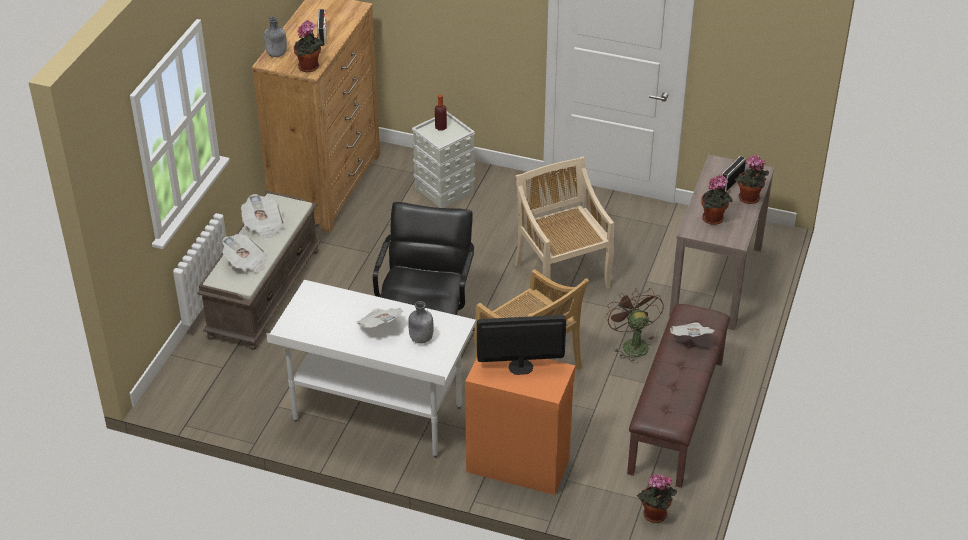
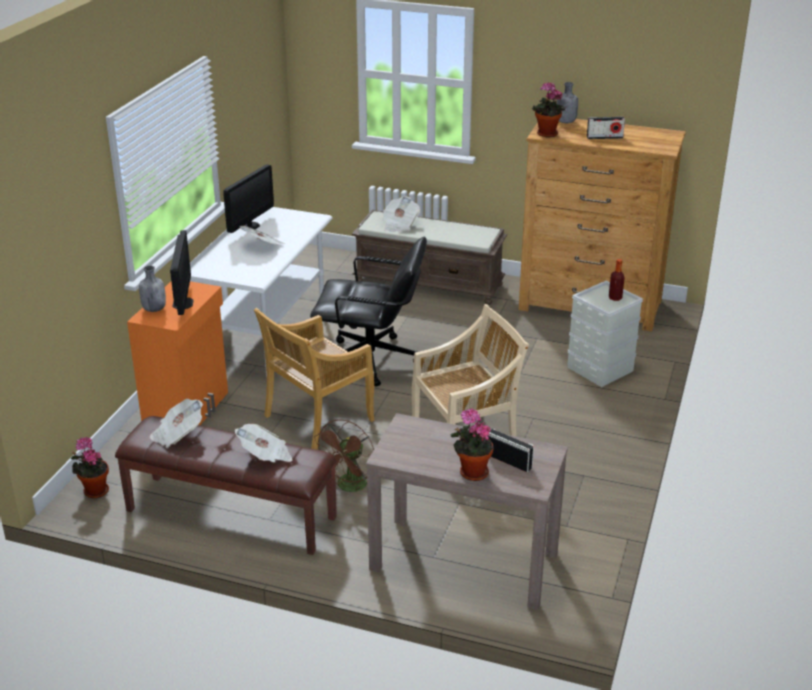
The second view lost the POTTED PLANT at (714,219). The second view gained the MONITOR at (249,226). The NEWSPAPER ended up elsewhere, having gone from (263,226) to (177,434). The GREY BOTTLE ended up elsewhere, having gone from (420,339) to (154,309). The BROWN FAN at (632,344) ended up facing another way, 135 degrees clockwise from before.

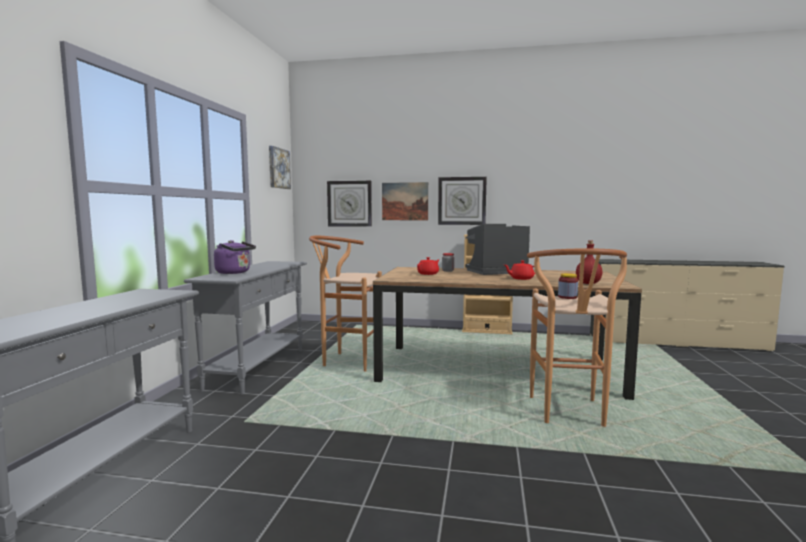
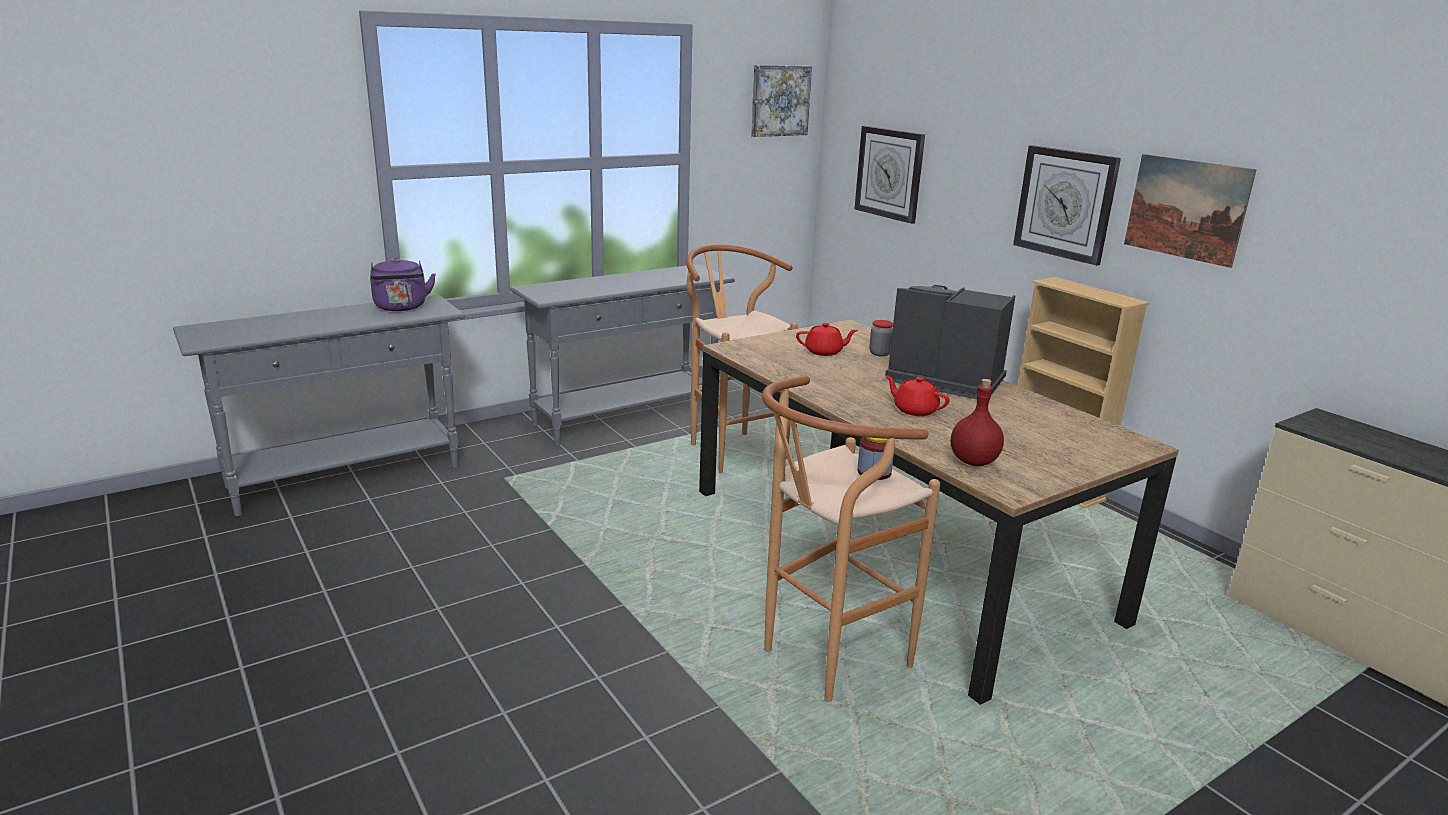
The PURPLE KETTLE ended up elsewhere, having gone from (235,272) to (401,308). The PICTURE ended up elsewhere, having gone from (405,201) to (1186,209).

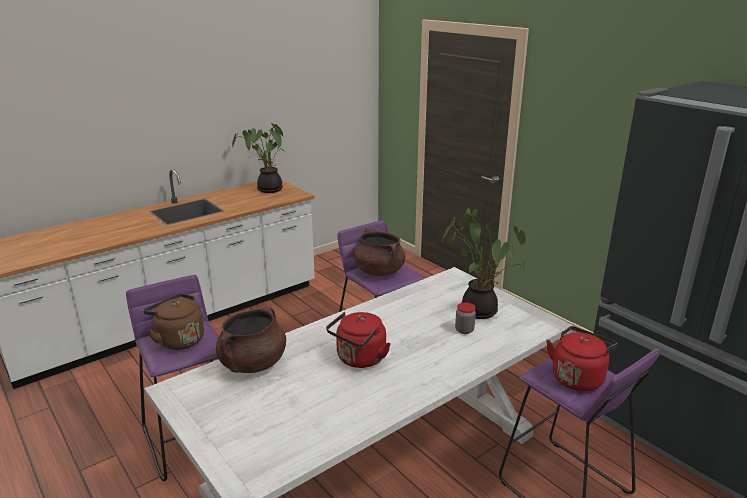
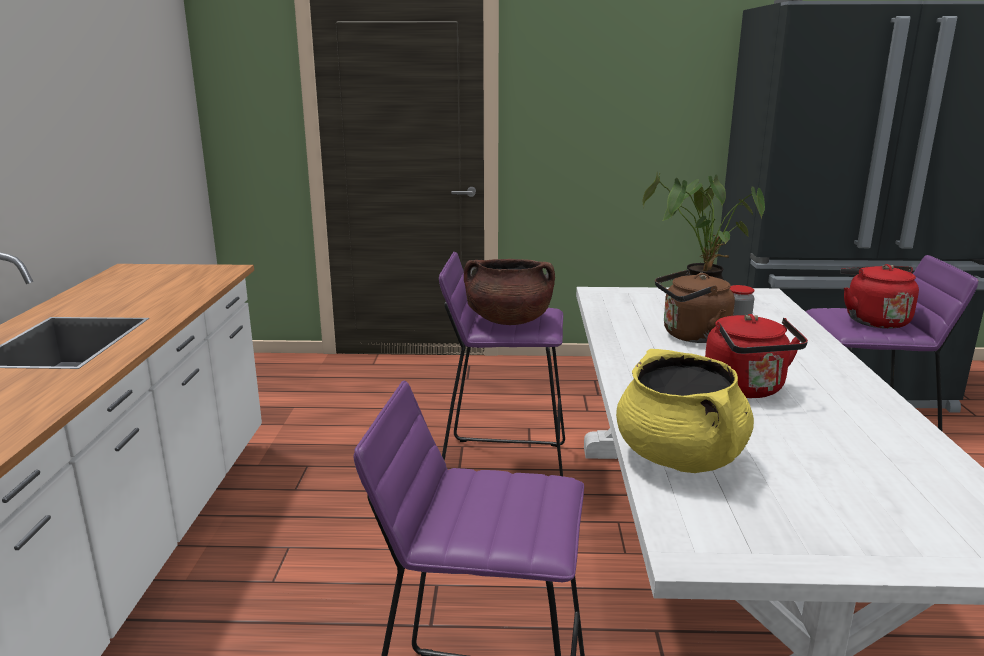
The second view lost the POTTED PLANT at (267,189). The BROWN KETTLE ended up elsewhere, having gone from (178,340) to (691,336). What was the BROWN COOKING POT at (253,364) turned into the YELLOW COOKING POT at (680,458).

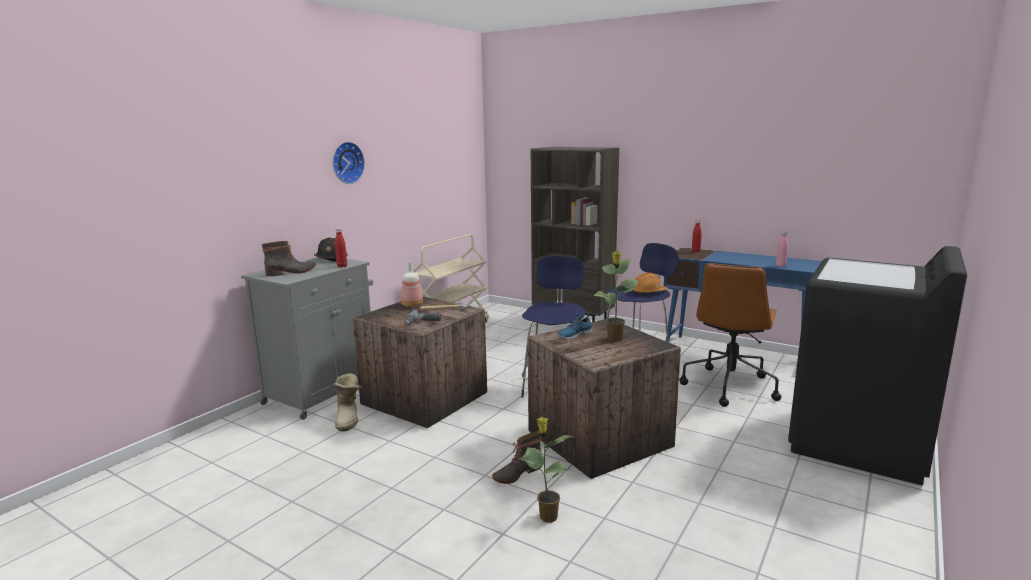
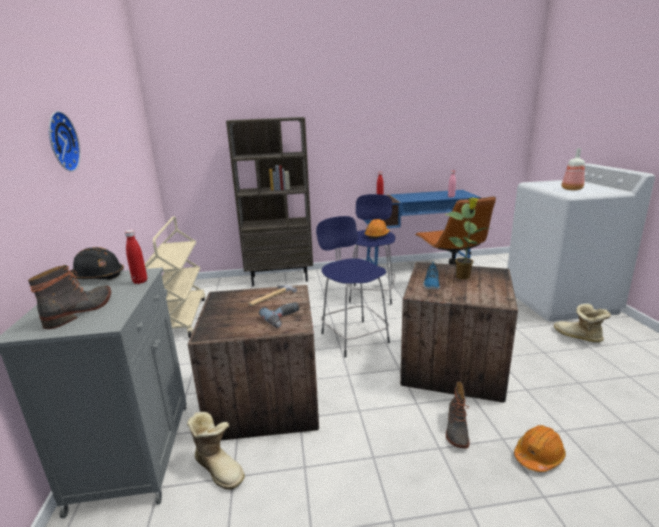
The second view gained the BOOT at (578,337). The BOTTLE ended up elsewhere, having gone from (411,305) to (571,189). Where the POTTED PLANT stood at (547,517), the ORANGE HARD HAT came to stand at (538,456). What was the BLACK WASHING MACHINE at (859,443) turned into the WHITE WASHING MACHINE at (560,301).

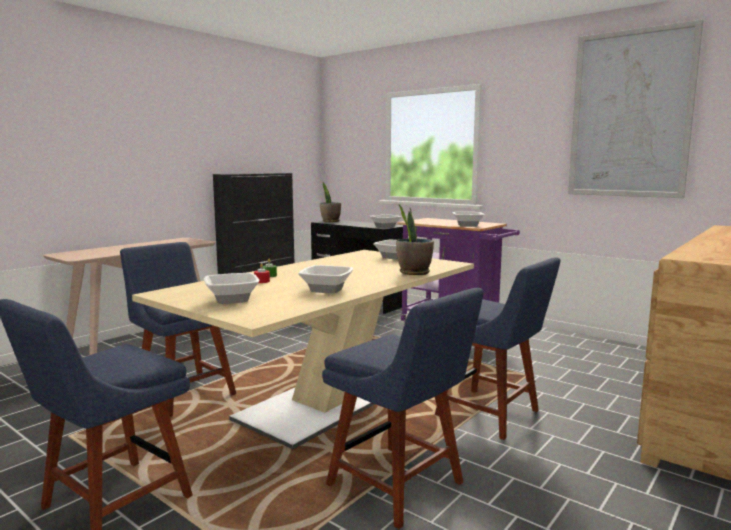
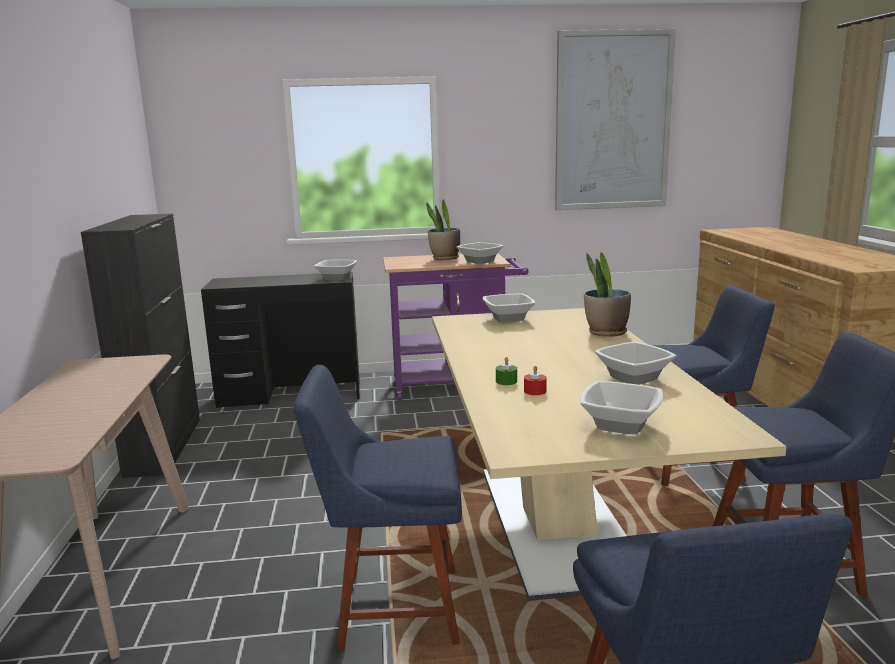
The POTTED PLANT ended up elsewhere, having gone from (330,221) to (444,258).

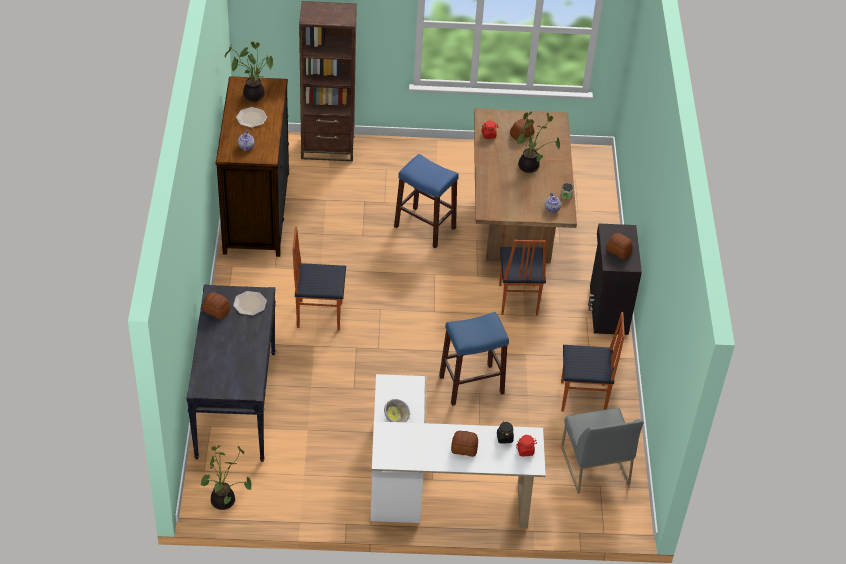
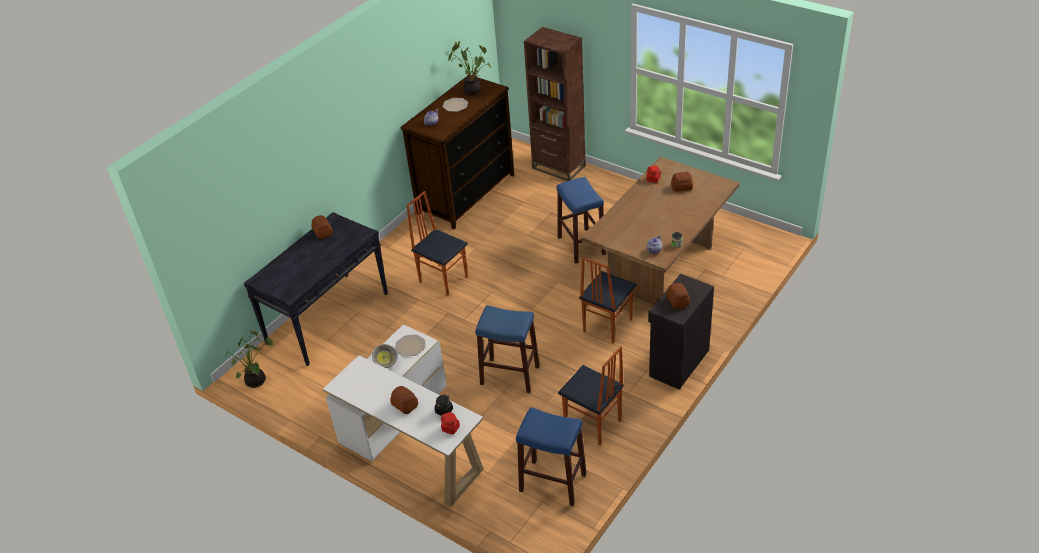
The second view lost the POTTED PLANT at (530,167). The PLATE ended up elsewhere, having gone from (249,304) to (410,346). Where the GREY CHAIR stood at (594,465), the BLUE STOOL came to stand at (552,482).

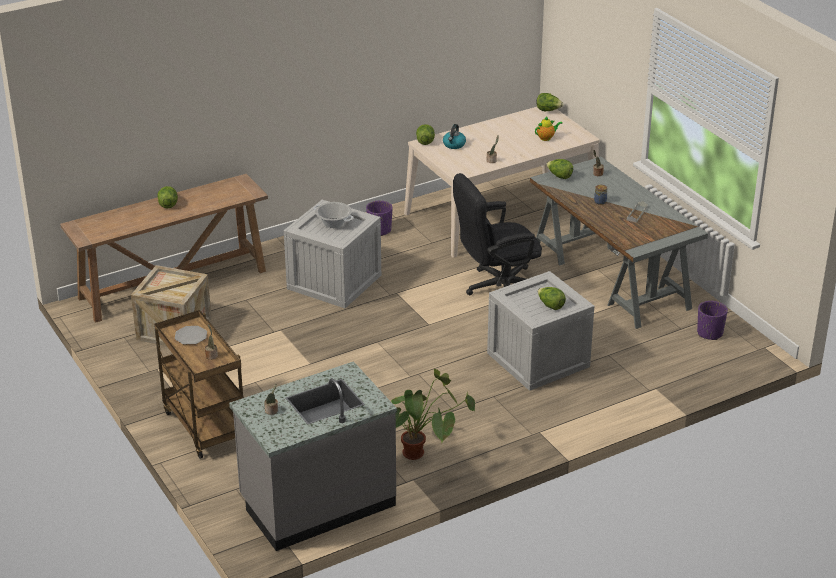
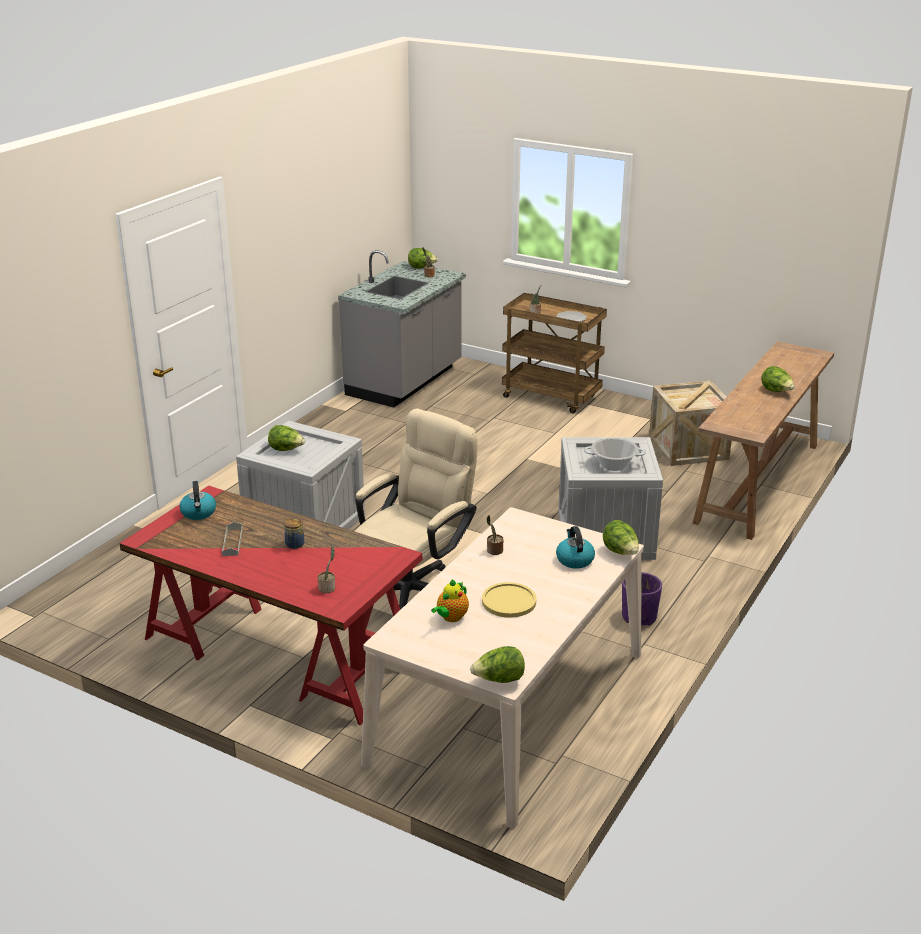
The second view lost the POTTED PLANT at (423,451). The second view lost the PURPLE PLANTER at (710,333). The second view gained the KETTLE at (199,513). The second view gained the YELLOW PLATE at (509,601). The LETTUCE ended up elsewhere, having gone from (559,176) to (421,268). What was the BLACK OFFICE CHAIR at (497,288) turned into the BEIGE OFFICE CHAIR at (415,588). What was the GREY DESK at (611,275) turned into the RED DESK at (278,653).

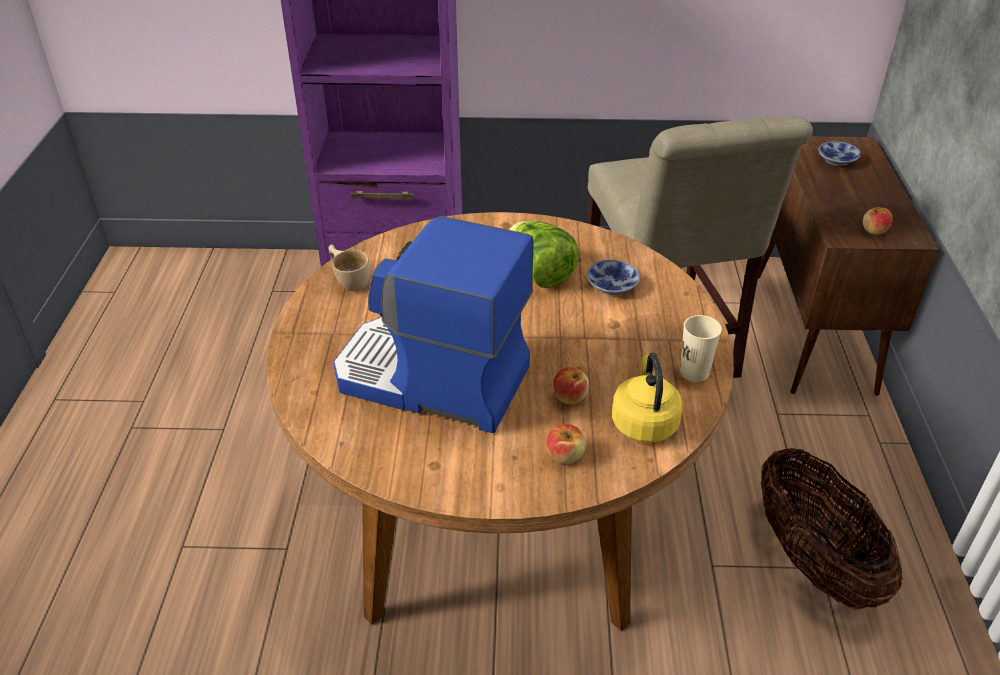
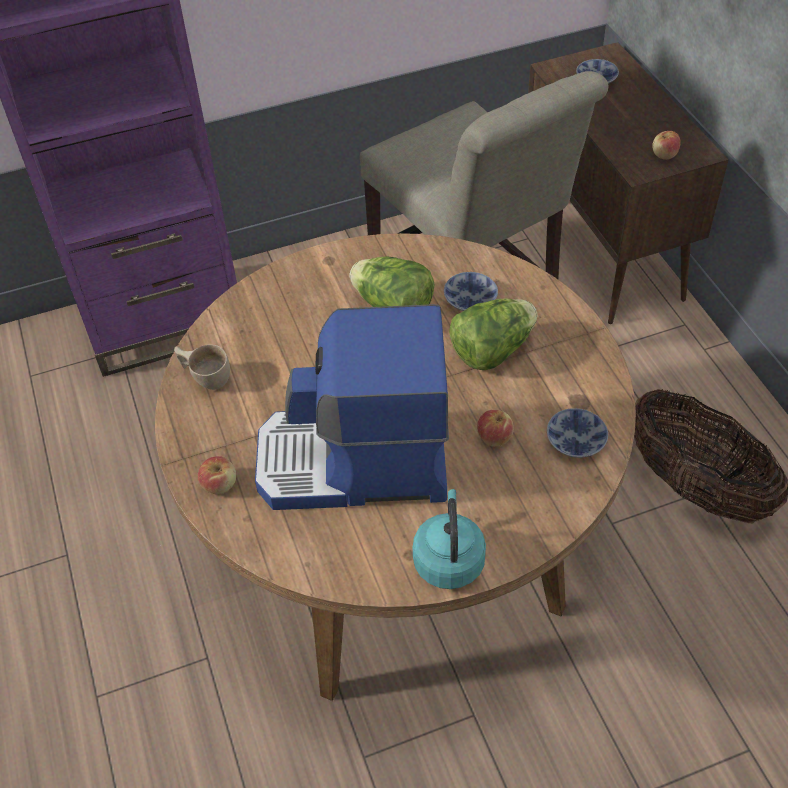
The second view lost the BEIGE CUP at (694,372). The second view gained the TURQUOISE KETTLE at (449,559). The second view gained the LETTUCE at (492,351). The APPLE ended up elsewhere, having gone from (565,455) to (220,484). Where the YELLOW KETTLE stood at (644,422), the BOWL came to stand at (573,440).

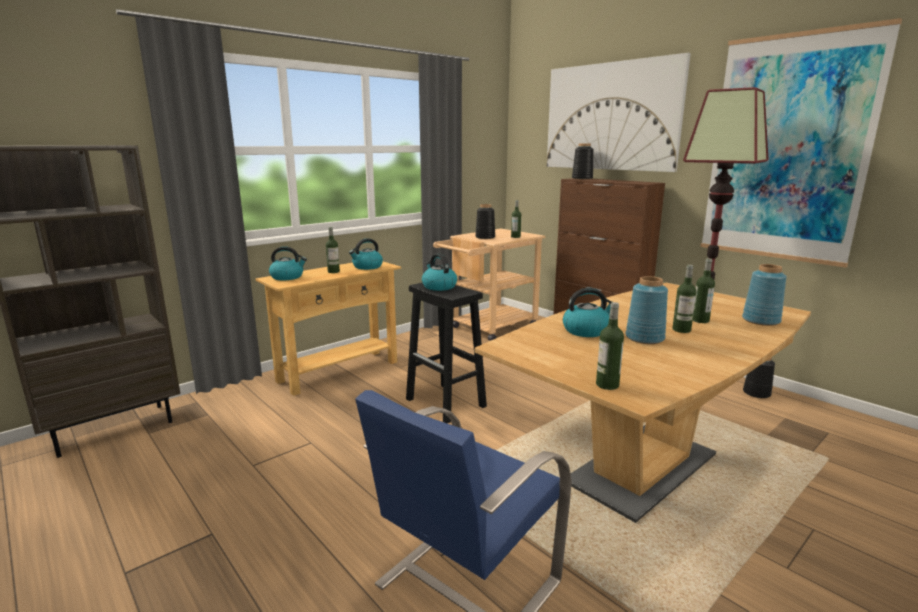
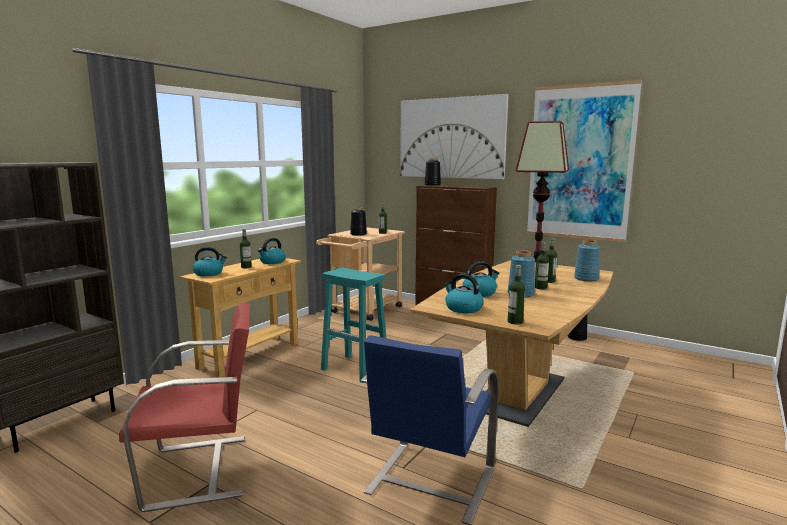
The second view gained the RED CHAIR at (201,471). The KETTLE ended up elsewhere, having gone from (438,286) to (463,308). What was the BLACK STOOL at (446,403) turned into the TURQUOISE STOOL at (356,368).

